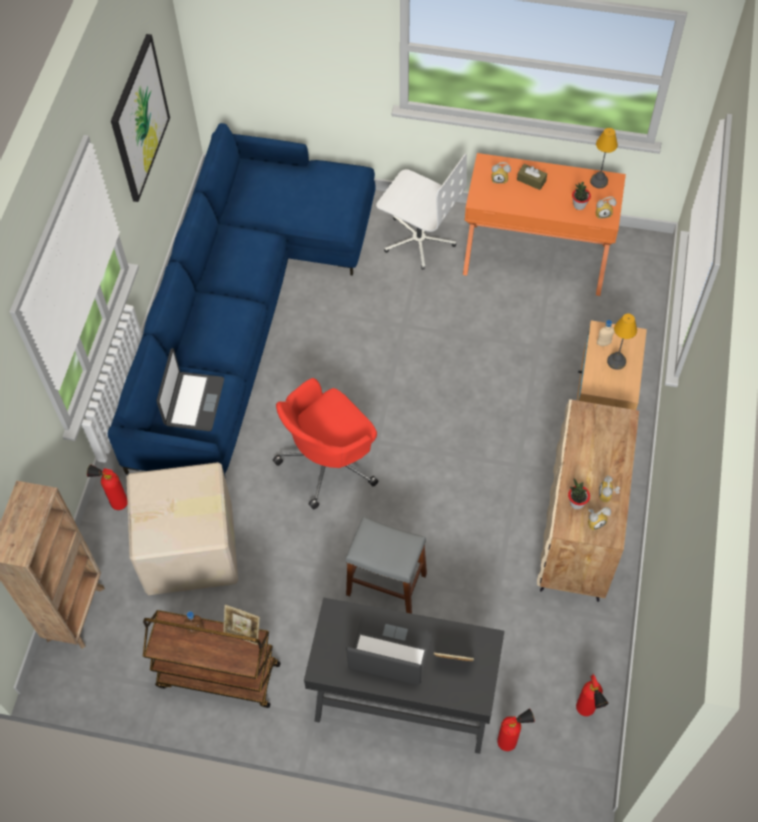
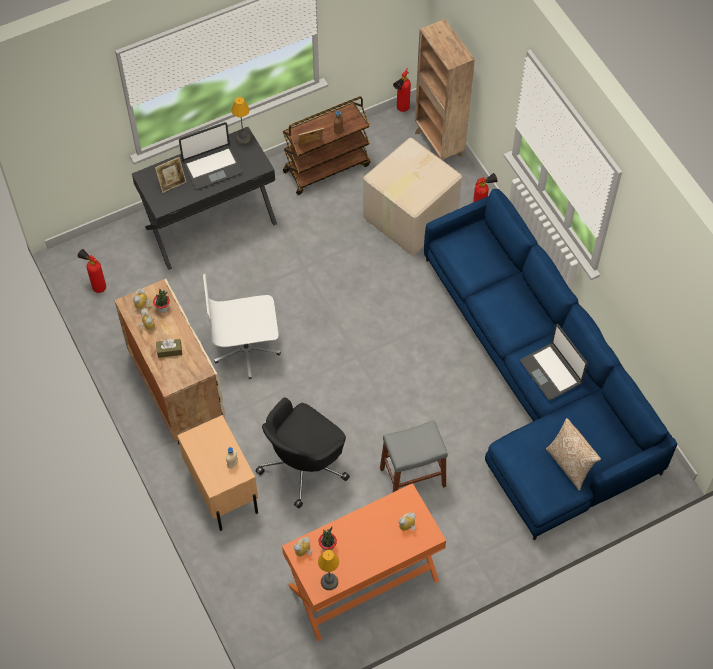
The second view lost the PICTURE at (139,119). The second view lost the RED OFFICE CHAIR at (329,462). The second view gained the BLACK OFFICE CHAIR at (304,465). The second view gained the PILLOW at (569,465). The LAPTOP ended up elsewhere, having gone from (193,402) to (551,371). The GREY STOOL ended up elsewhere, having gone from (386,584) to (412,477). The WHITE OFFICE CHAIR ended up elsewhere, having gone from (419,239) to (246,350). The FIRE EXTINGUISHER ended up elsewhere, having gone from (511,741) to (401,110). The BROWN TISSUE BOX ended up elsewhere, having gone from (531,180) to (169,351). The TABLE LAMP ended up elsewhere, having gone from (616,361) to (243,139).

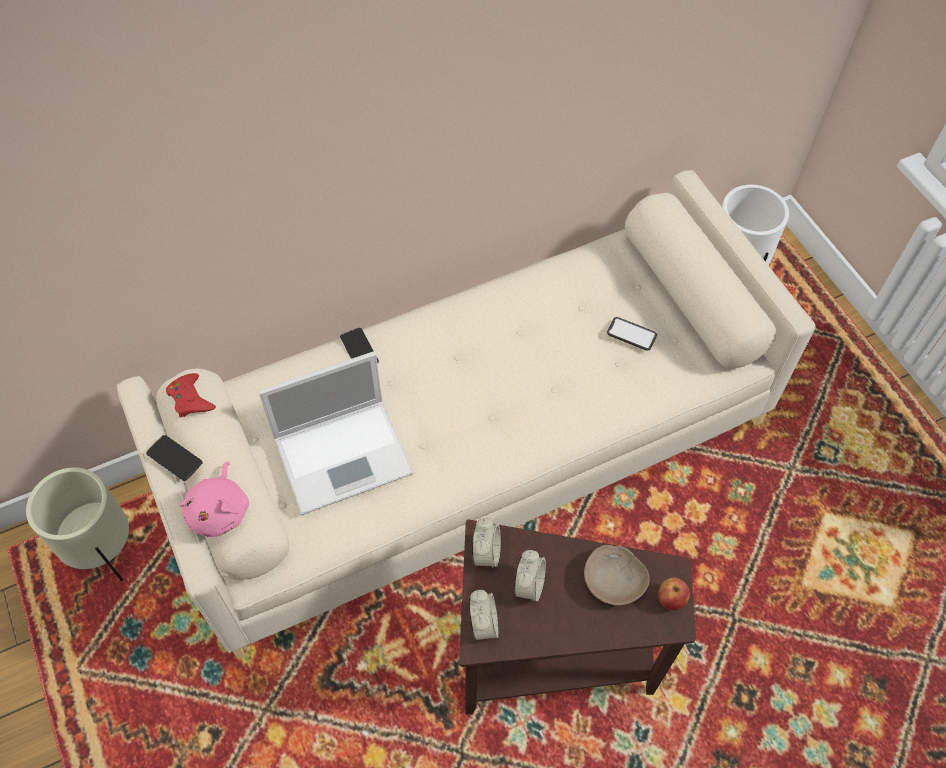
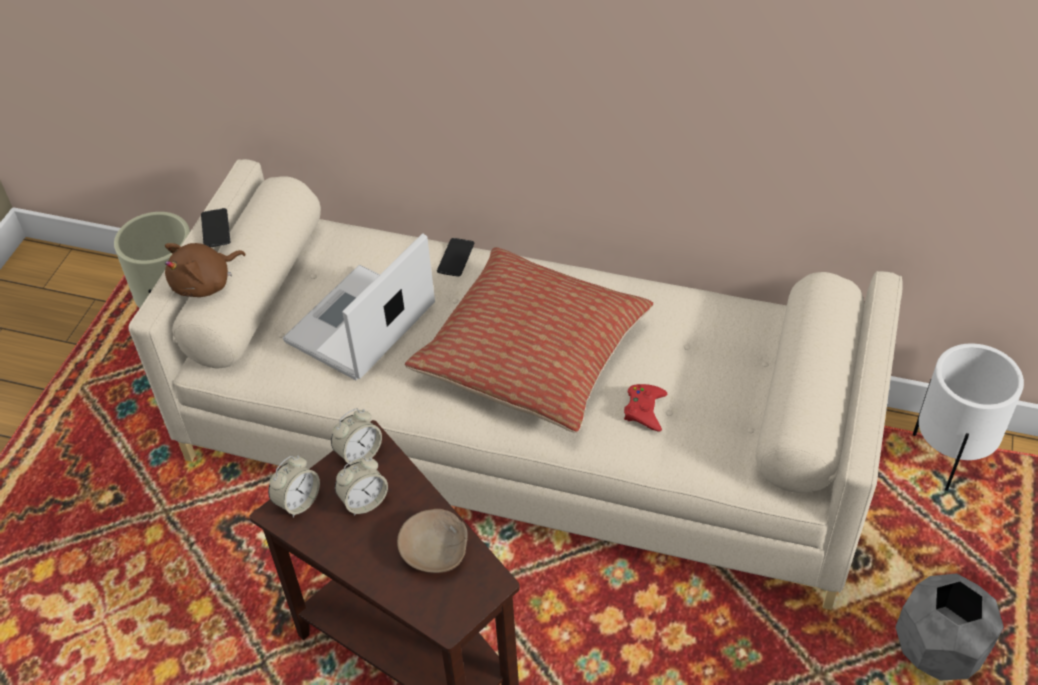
The second view lost the PHONE at (631,334). The second view lost the APPLE at (671,599). The second view gained the PILLOW at (533,356). The second view gained the GREY PLANTER at (937,650). The RED GAME CONTROLLER ended up elsewhere, having gone from (190,399) to (645,410). What was the PINK PLUSH TOY at (220,510) turned into the BROWN PLUSH TOY at (205,284). The LAPTOP at (345,454) ended up facing another way, 105 degrees clockwise from before.

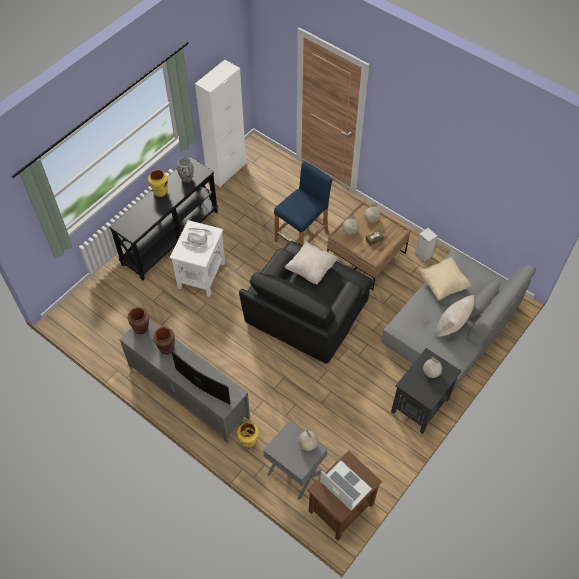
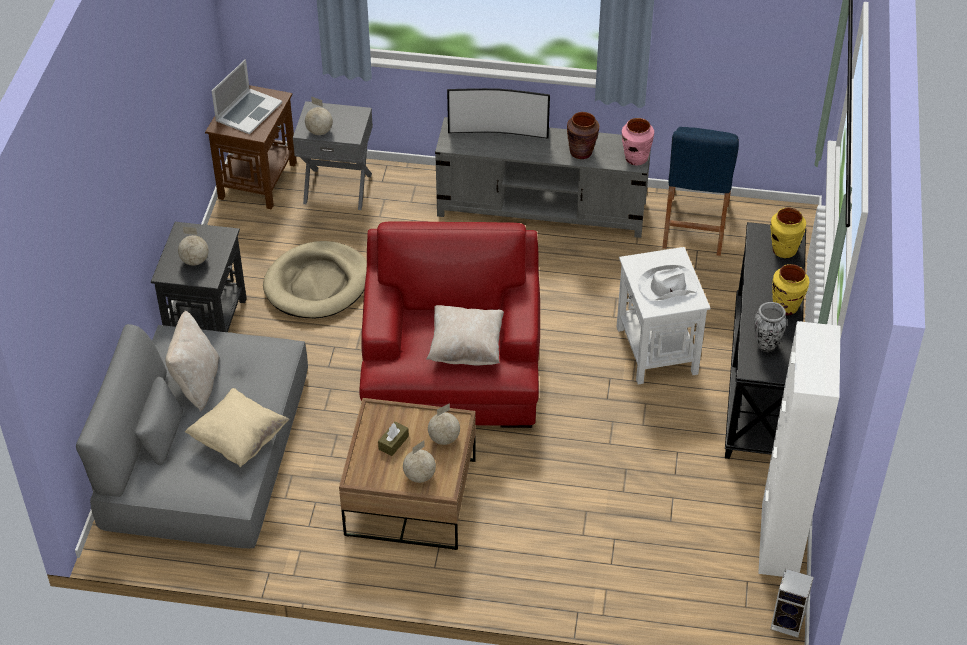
The second view gained the BEIGE DOG BED at (317,284). The YELLOW VASE ended up elsewhere, having gone from (248,441) to (784,250). The BLUE STOOL ended up elsewhere, having gone from (302,237) to (695,225). The SPEAKER ended up elsewhere, having gone from (423,254) to (788,622). What was the BROWN VASE at (141,328) turned into the PINK VASE at (635,158). What was the BLACK ARMCHAIR at (306,313) turned into the RED ARMCHAIR at (451,368). The LAPTOP at (345,485) ended up facing another way, 75 degrees counterclockwise from before.

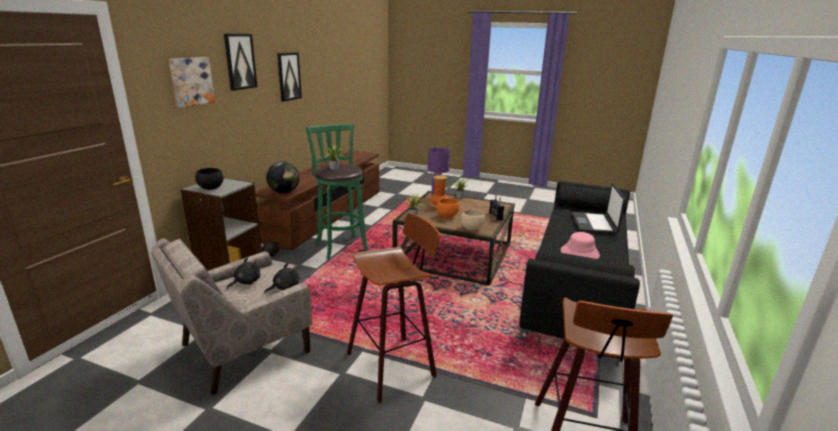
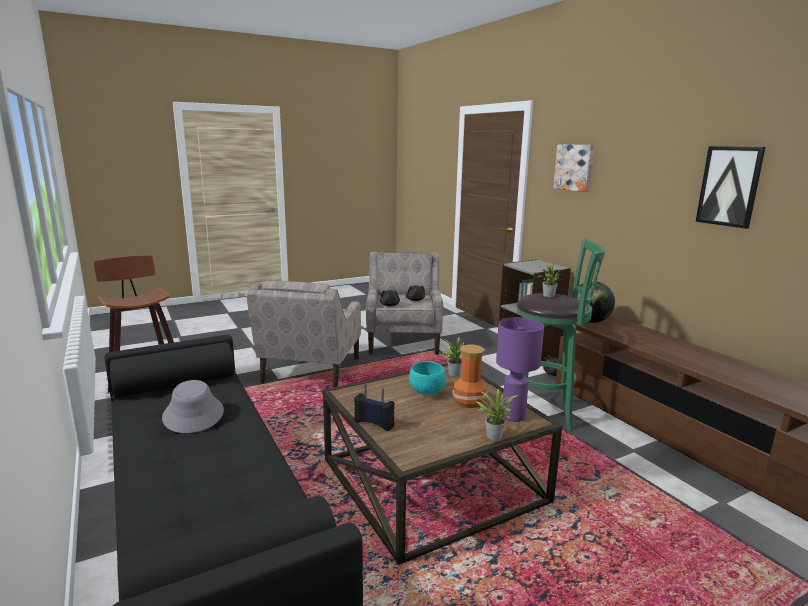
The second view lost the BLACK BOWL at (211,188). The second view lost the PICTURE at (240,61). The second view lost the BEIGE BOWL at (471,228). The second view lost the LAPTOP at (595,223). Where the STOOL stood at (393,364), the BEIGE ARMCHAIR came to stand at (310,371). What was the ORANGE BOWL at (447,216) turned into the TURQUOISE BOWL at (428,392). What was the PINK HAT at (579,253) turned into the GREY HAT at (194,414).

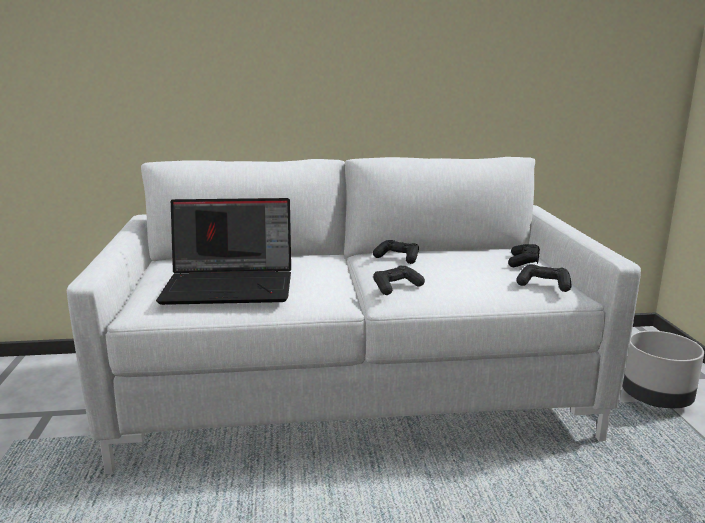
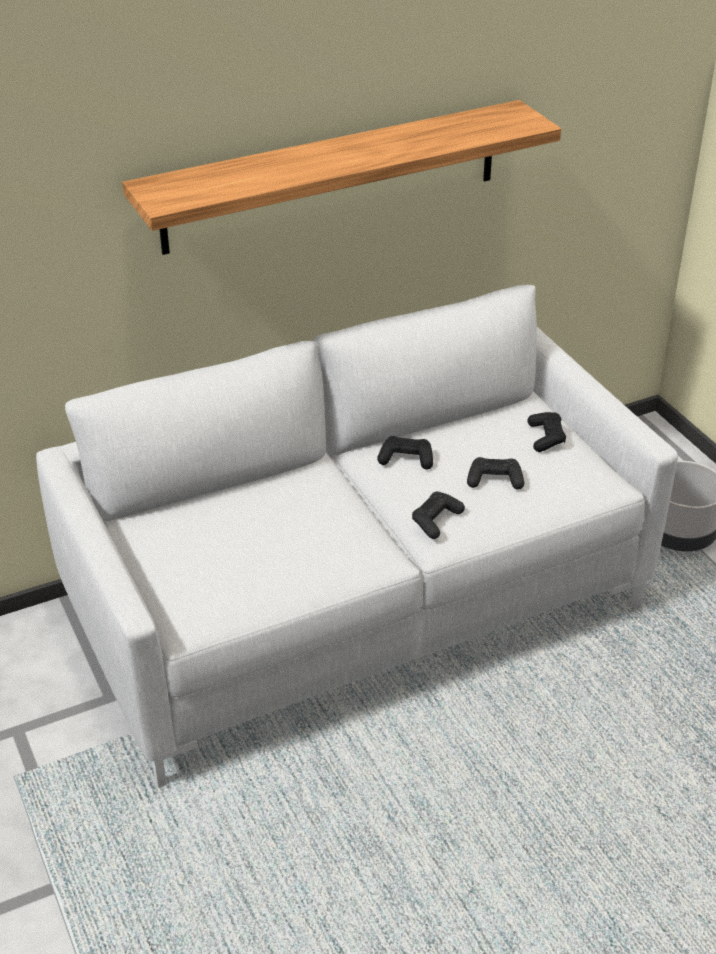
The second view lost the LAPTOP at (231,285). The second view gained the SHELF at (332,177). The BLACK GAME CONTROLLER ended up elsewhere, having gone from (544,285) to (495,480).

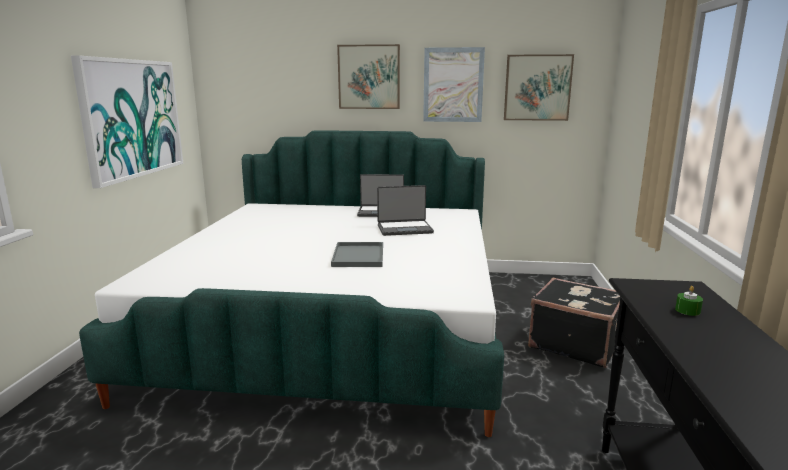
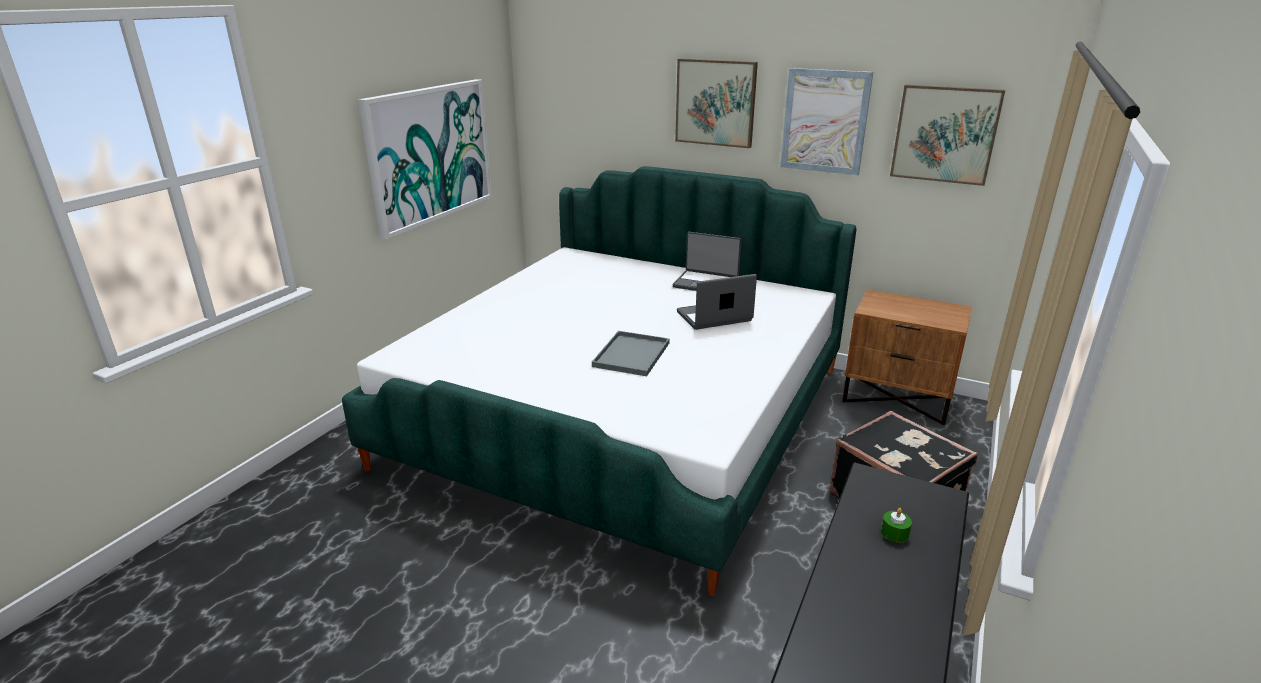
The second view gained the BROWN NIGHTSTAND at (897,398). The LAPTOP at (404,229) ended up facing another way, 150 degrees clockwise from before.

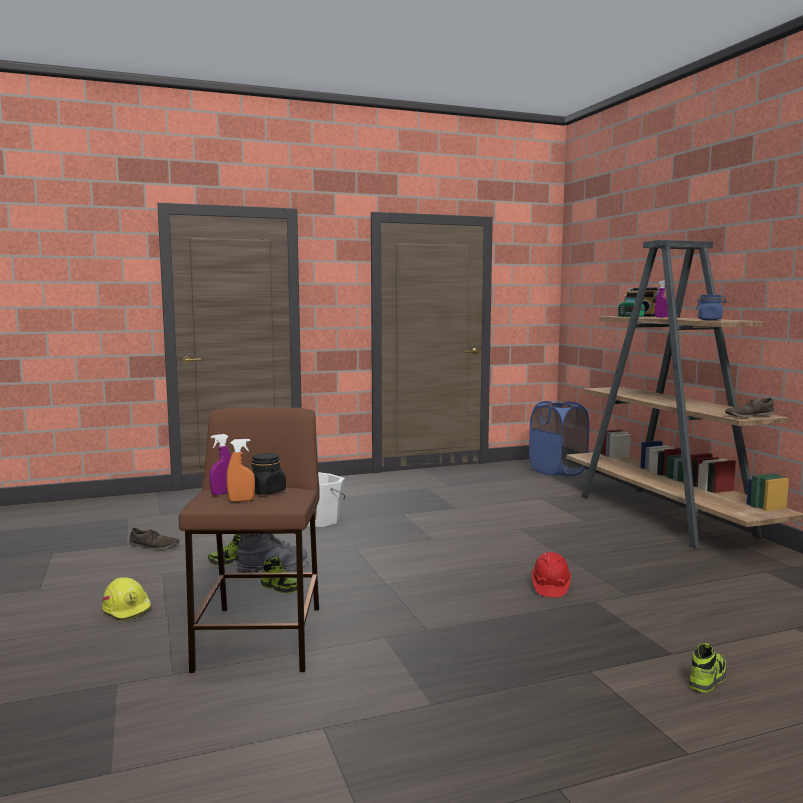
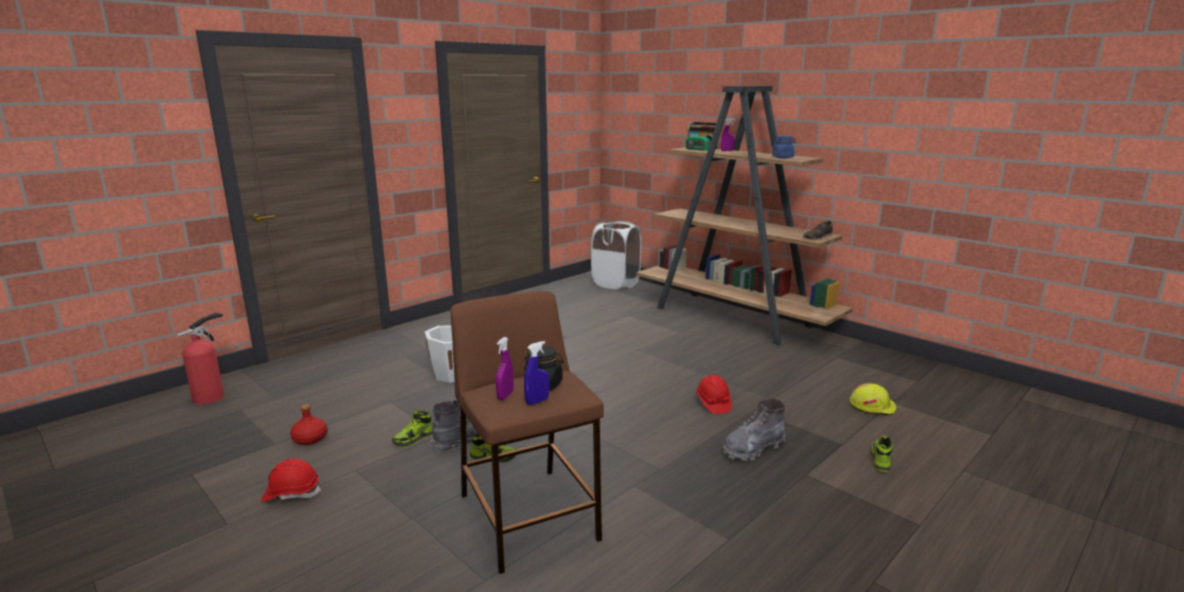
The second view gained the FIRE EXTINGUISHER at (211,396). The second view gained the RED HARD HAT at (291,493). The second view gained the GREY BOOT at (753,448). The YELLOW HARD HAT ended up elsewhere, having gone from (128,609) to (872,407). Where the BROWN SHOE stood at (154,546), the RED BOTTLE came to stand at (310,438). What was the ORANGE SPRAY BOTTLE at (241,500) turned into the BLUE SPRAY BOTTLE at (537,401). What was the BLUE LAUNDRY BASKET at (557,471) turned into the WHITE LAUNDRY BASKET at (616,284).

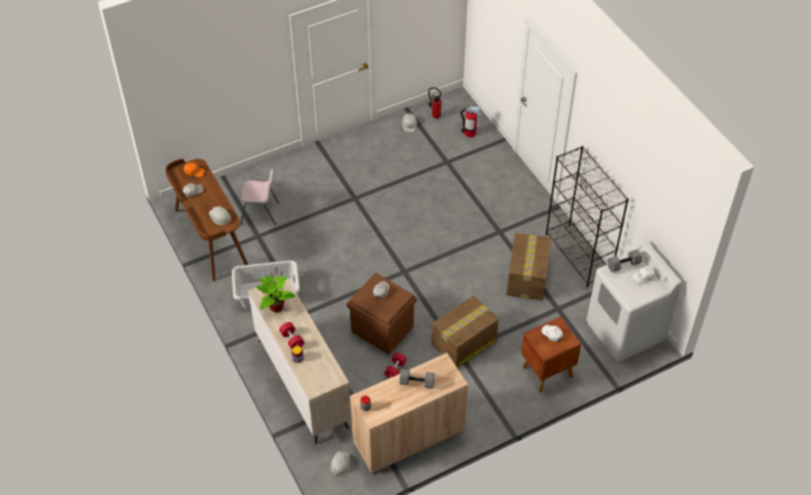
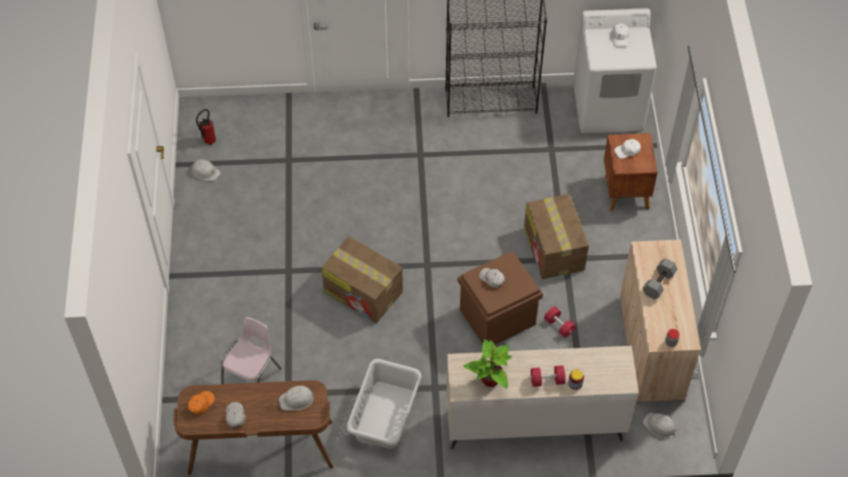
The second view lost the FIRE EXTINGUISHER at (469,133). The second view lost the GREY DUMBBELL at (623,265). The CARDBOARD BOX ended up elsewhere, having gone from (527,278) to (364,292).

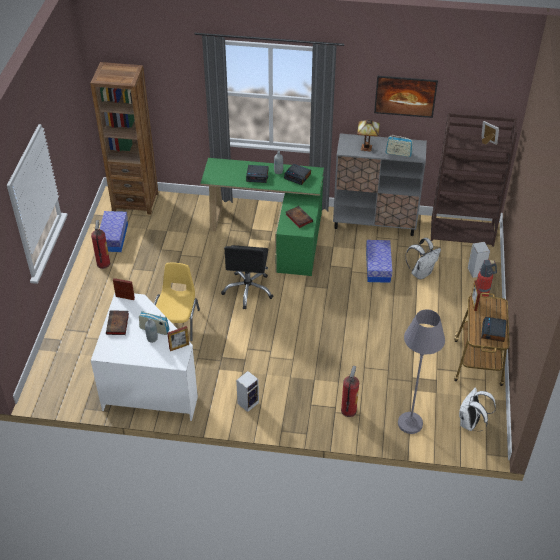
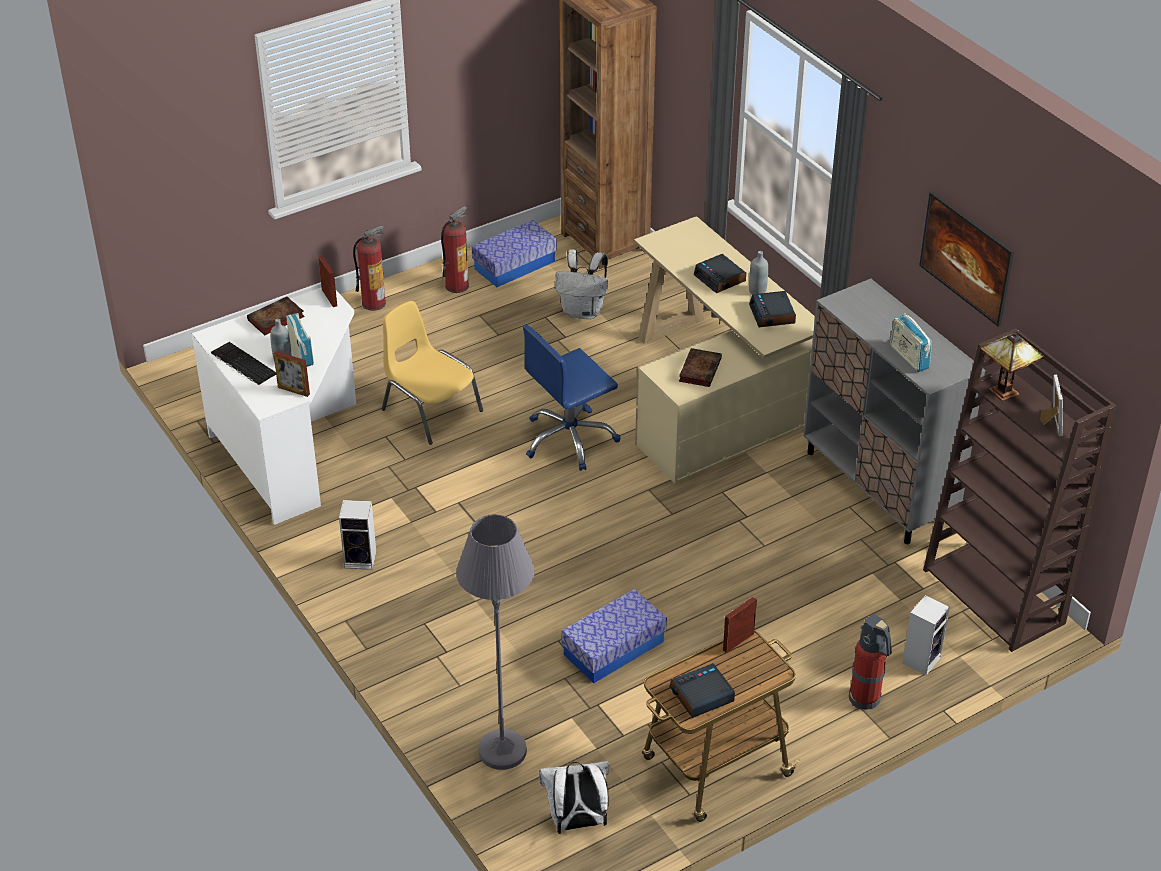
The second view gained the KEYBOARD at (242,363). The FIRE EXTINGUISHER ended up elsewhere, having gone from (348,410) to (374,303). The TABLE LAMP ended up elsewhere, having gone from (367,147) to (1006,392). The STORAGE BOX ended up elsewhere, having gone from (378,267) to (613,648). The WHITE BACKPACK ended up elsewhere, having gone from (421,273) to (583,311). What was the GREEN DESK at (273,232) turned into the BEIGE DESK at (715,397). What was the BLACK OFFICE CHAIR at (248,290) turned into the BLUE OFFICE CHAIR at (569,439). The YELLOW CHAIR at (177,322) ended up facing another way, 105 degrees counterclockwise from before.

